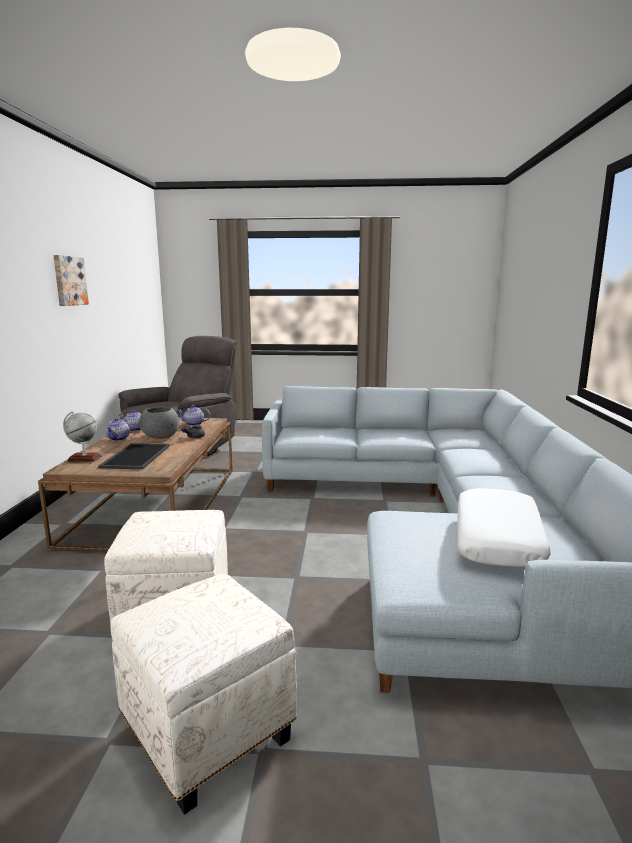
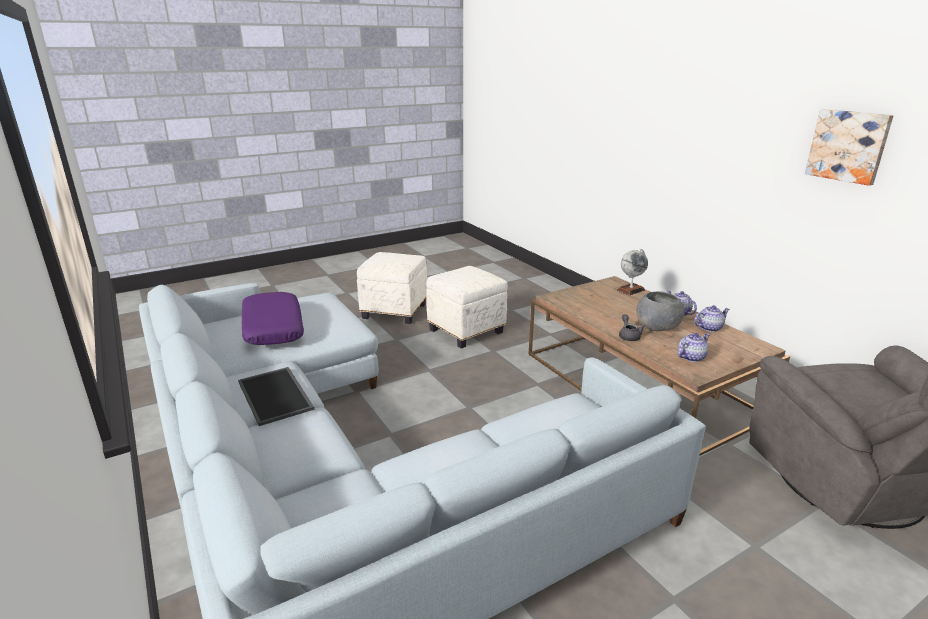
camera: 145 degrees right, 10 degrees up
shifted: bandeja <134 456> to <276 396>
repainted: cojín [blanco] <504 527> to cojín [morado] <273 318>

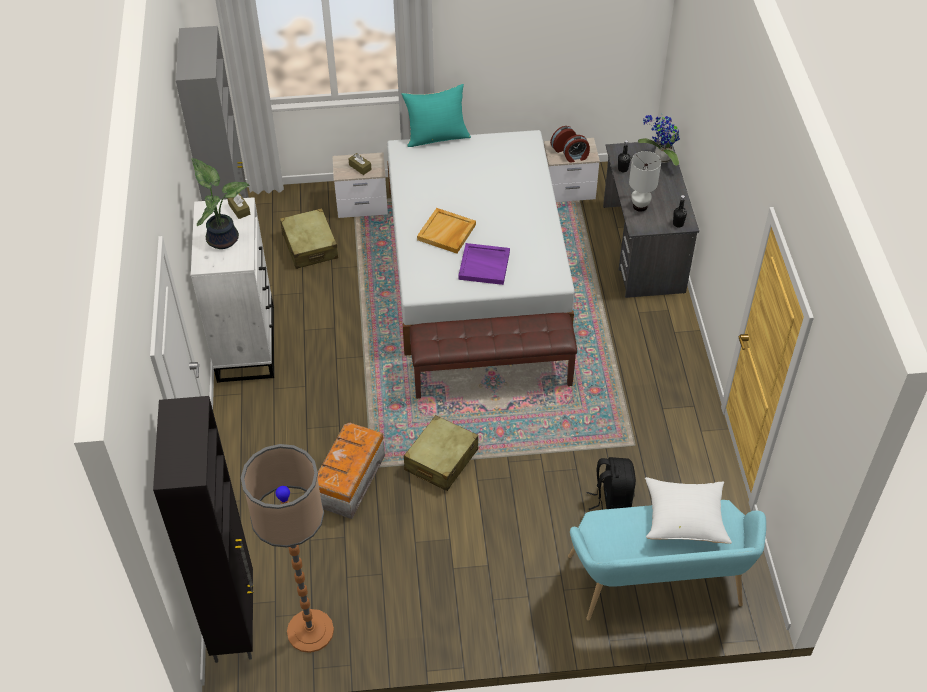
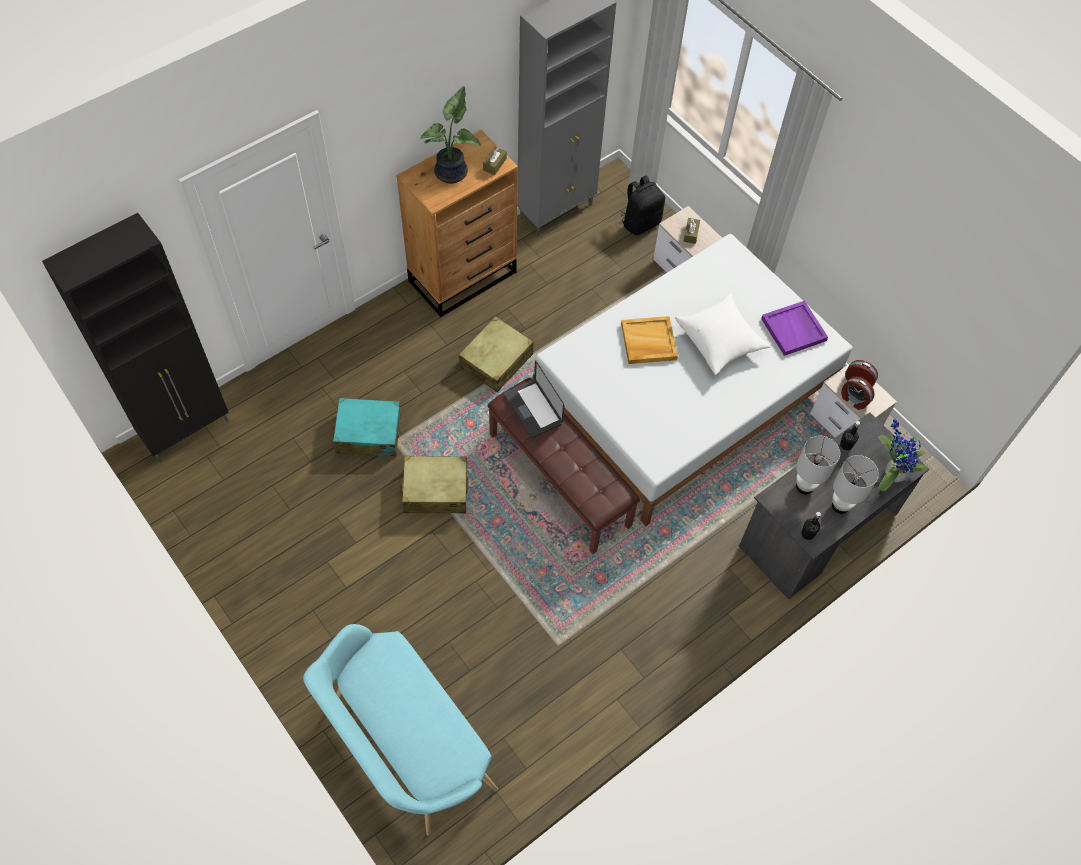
camera: 55 degrees right, 10 degrees up
gone: lámpara de pie <287 548>; cojín [turquesa] <436 115>
new: portátil <534 399>; lámpara de mesa [blanco] <855 484>
shifted: maleta [beis] <309 238> to <496 354>; mochila [negro] <611 483> to <643 205>; cojín [blanco] <688 510> to <723 334>; bandeja [morado] <484 264> to <794 328>
swapped: caja de almacenaje <351 471> to maleta [turquesa] <367 427>
repainted: cómoda [blanco] <232 290> to cómoda [marrón] <457 223>

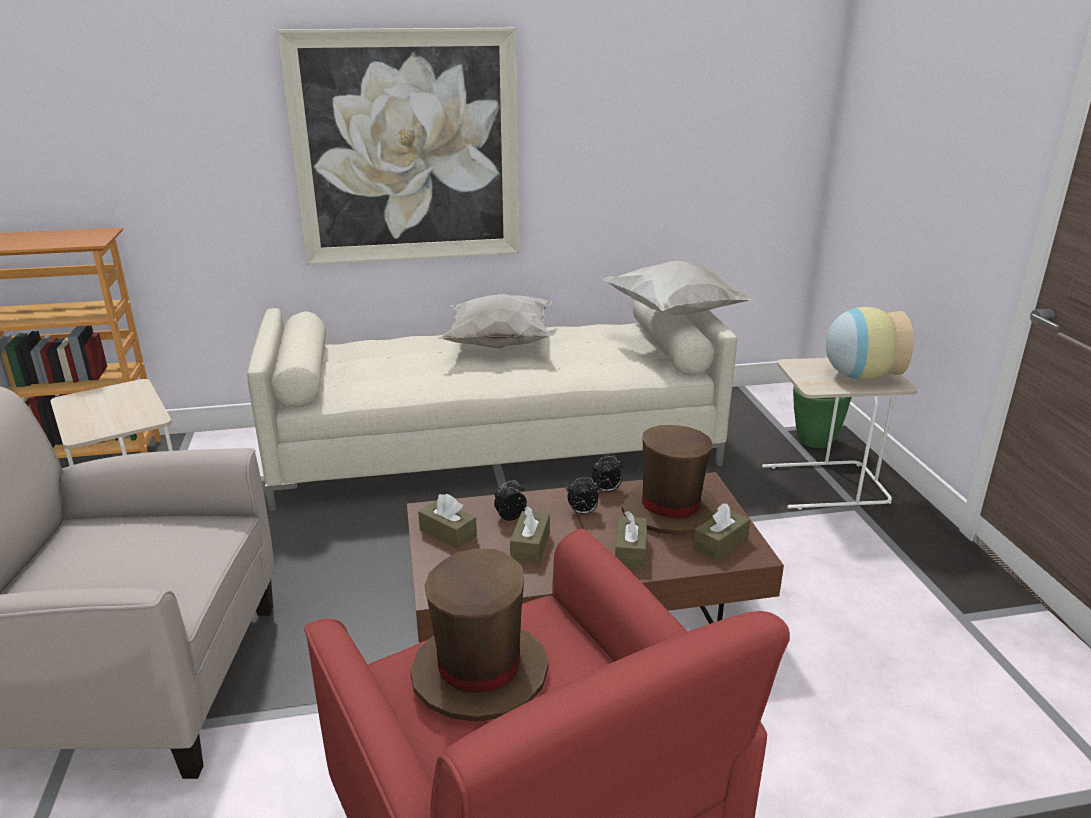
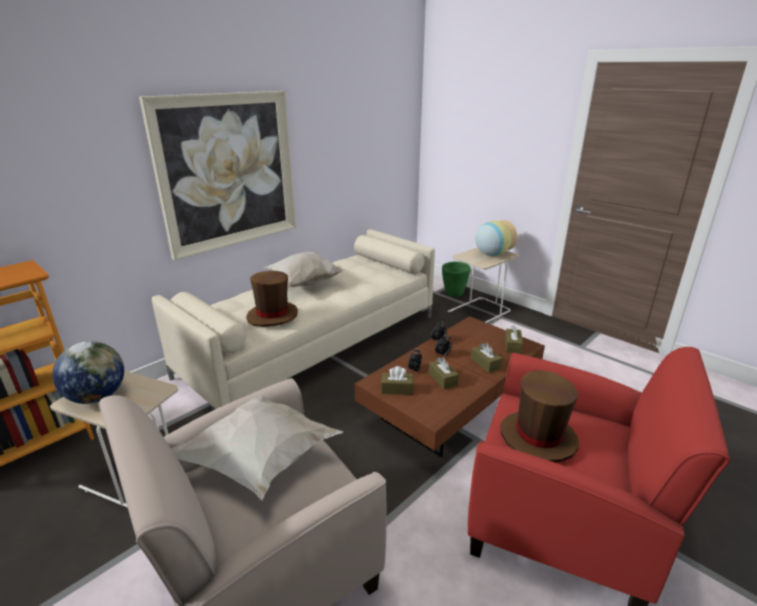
camera: 35 degrees left, 0 degrees up
new: globo terráqueo <88 372>
shifted: cojín [blanco] <678 288> to <257 448>; sombrero [marrón] <670 480> to <272 299>

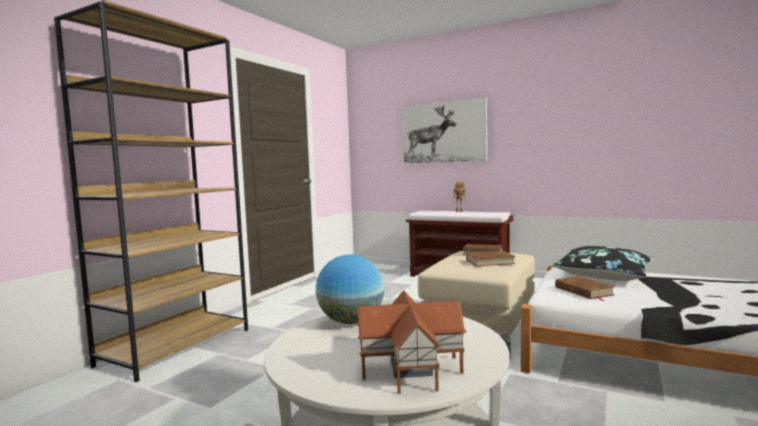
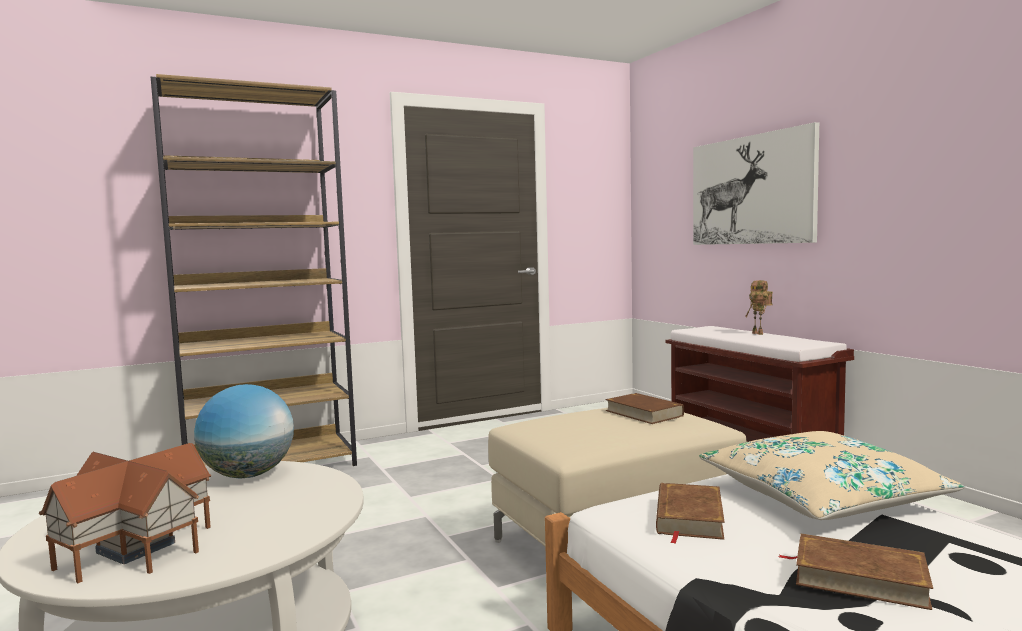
camera: 35 degrees right, 0 degrees up
shifted: libro [marrón] <489 258> to <855 572>
repainted: cojín [negro] <603 263> to cojín [beis] <832 475>

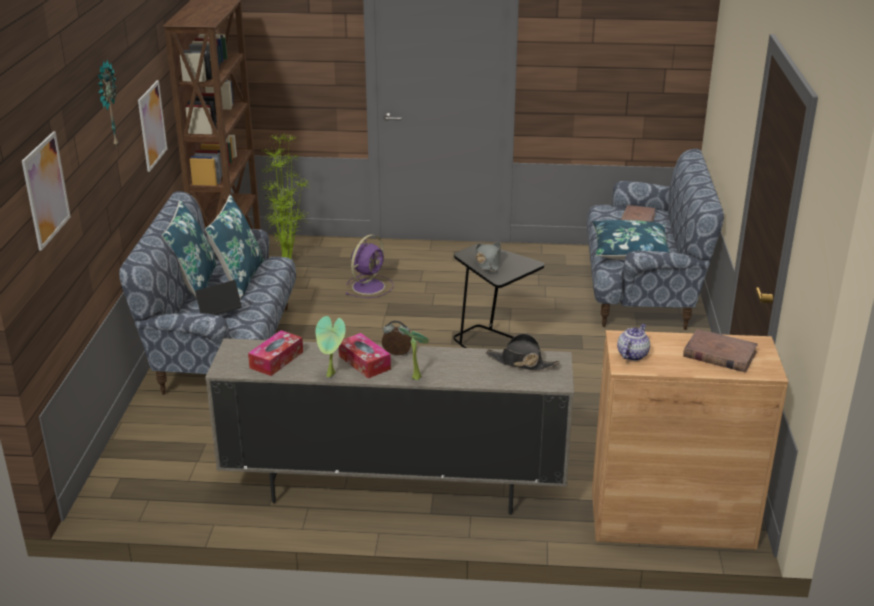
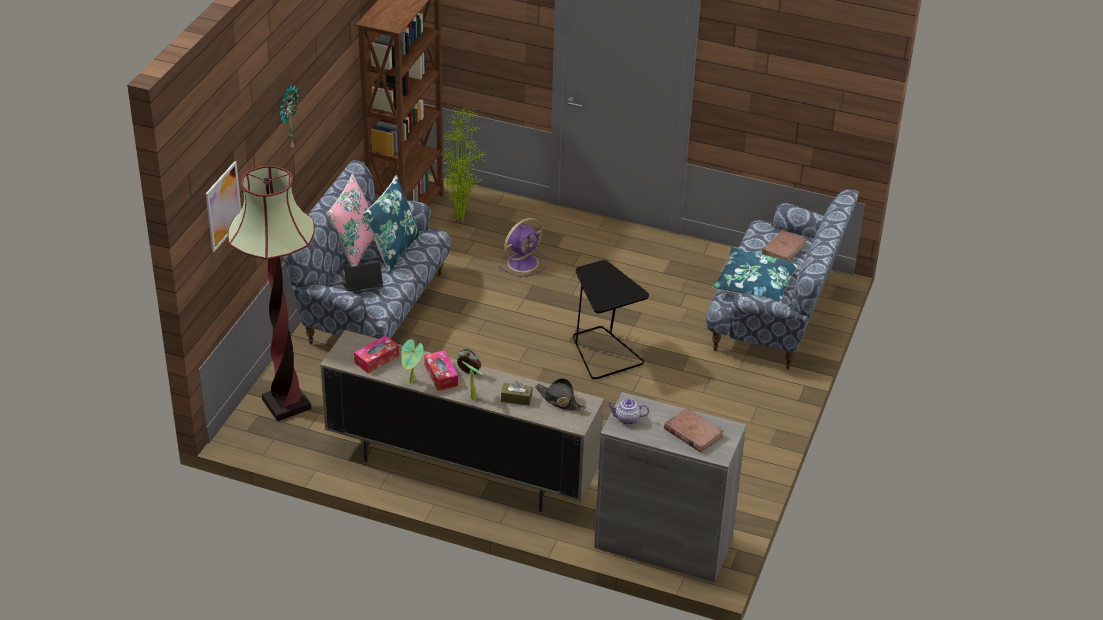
camera: 15 degrees right, 10 degrees up
gone: cuadro <152 126>; sombrero [gris] <488 256>
new: lámpara de pie <271 293>; caja de pañuelos [marrón] <516 393>
repainted: cojín [azul] <189 249> to cojín [rosa] <350 220>; armario [marrón] <690 440> to armario [gris] <670 487>
rotated: tetera <633 342> = <628 412> 135 degrees counterclockwise

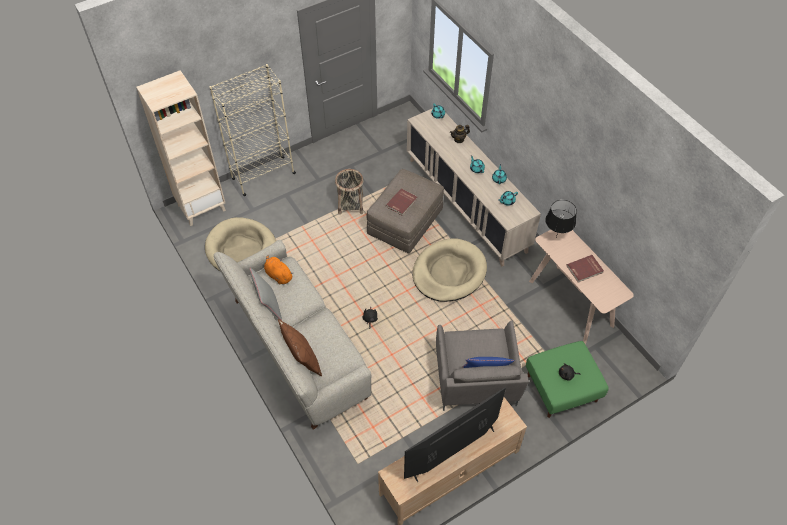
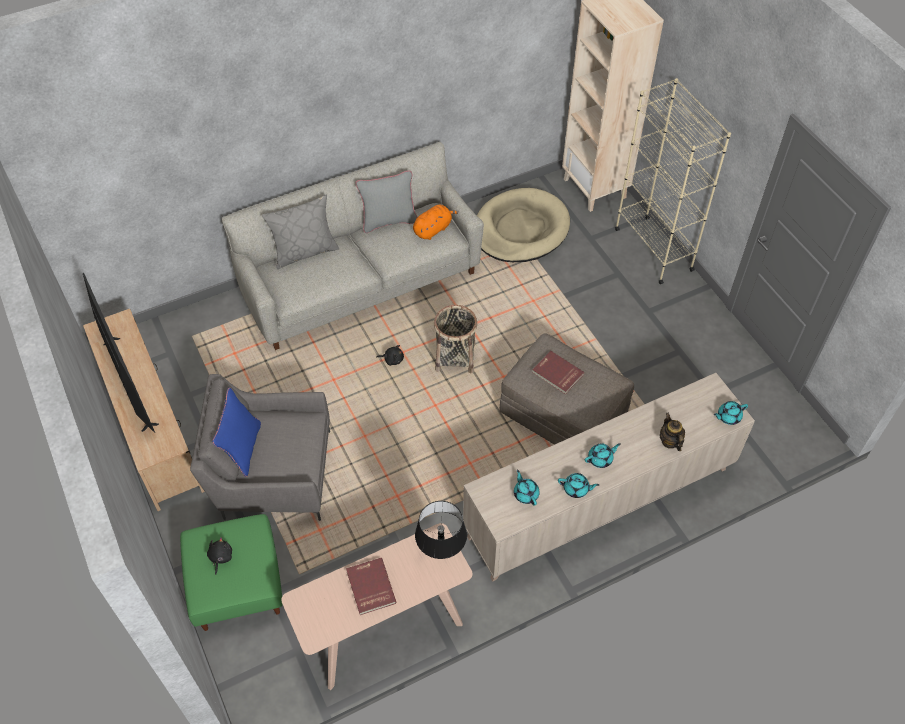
camera: 95 degrees right, 0 degrees up
gone: cama para perro [beis] <450 270>
shifted: cesta <349 192> to <455 339>
repainted: cojín [marrón] <300 347> to cojín [gris] <300 232>

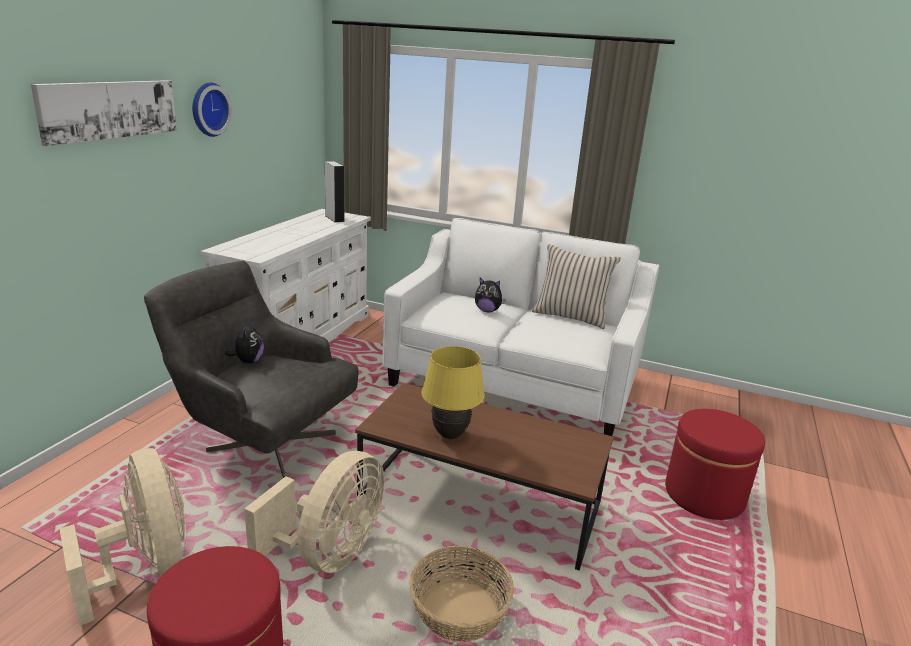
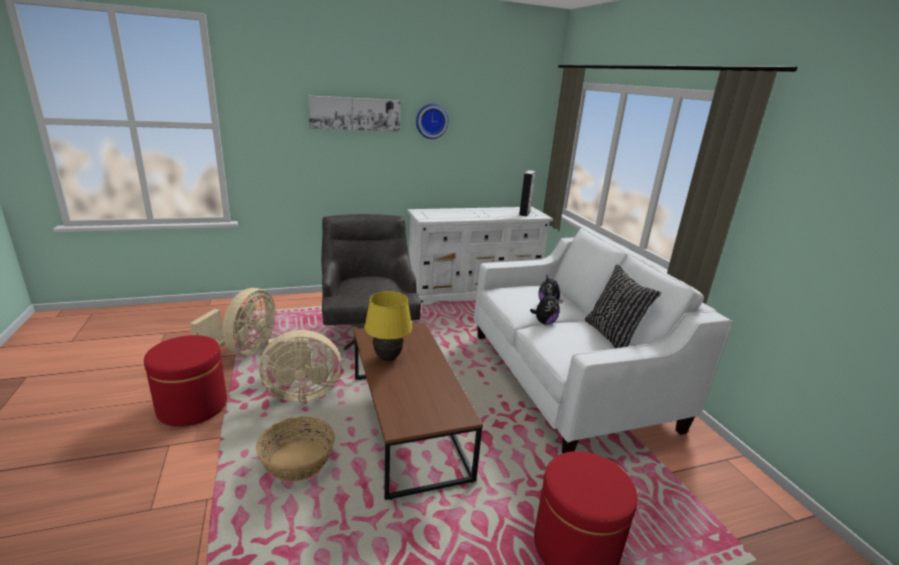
camera: 50 degrees right, 0 degrees up
shifted: peluche <244 342> to <545 308>
repainted: cojín [beis] <576 286> to cojín [negro] <623 306>

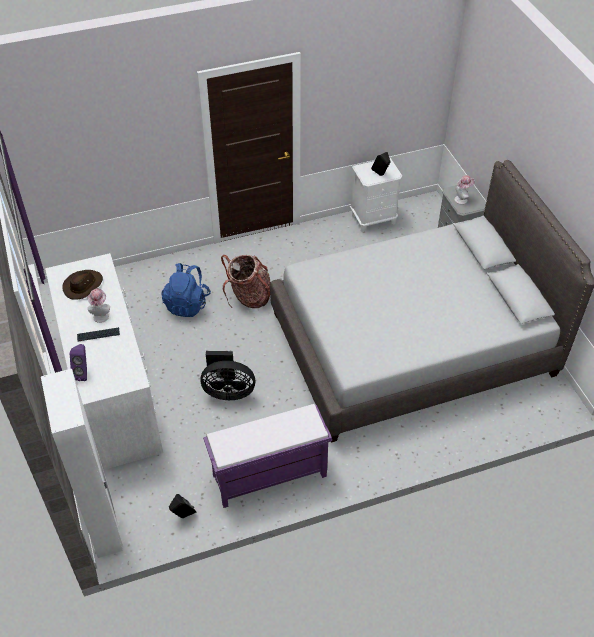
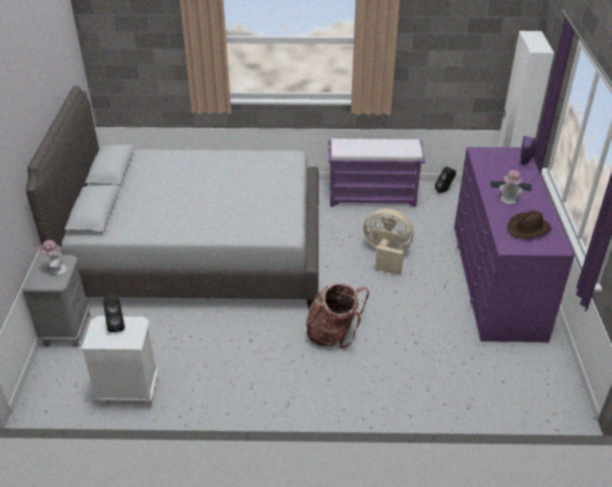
camera: 160 degrees left, 10 degrees down
gone: mochila [azul] <186 290>
repainted: ventilador [negro] <228 375> to ventilador [beis] <388 241>; cómoda [blanco] <104 361> to cómoda [morado] <514 244>

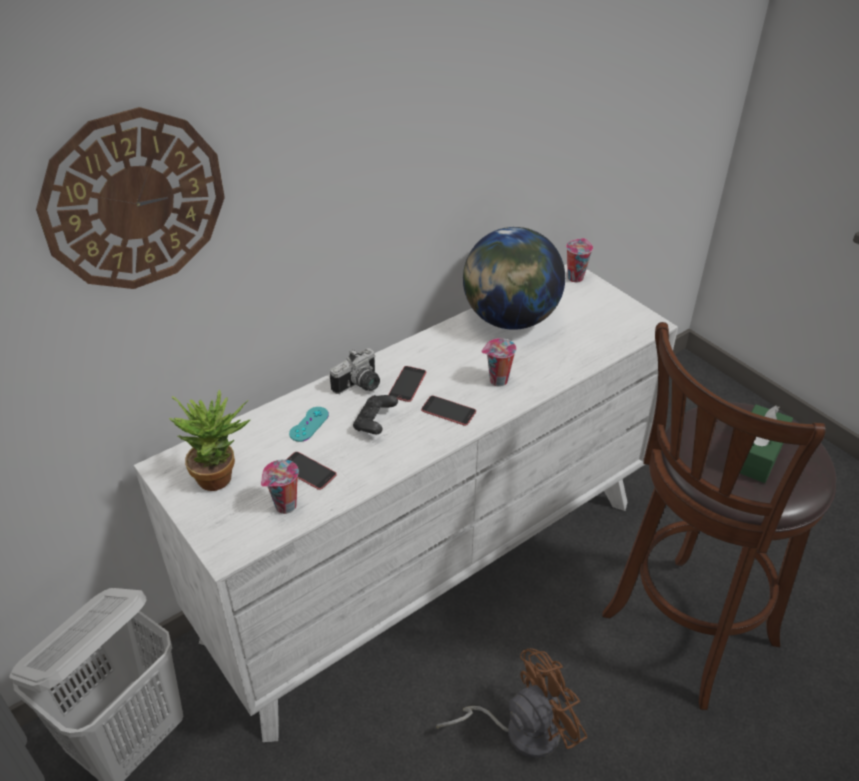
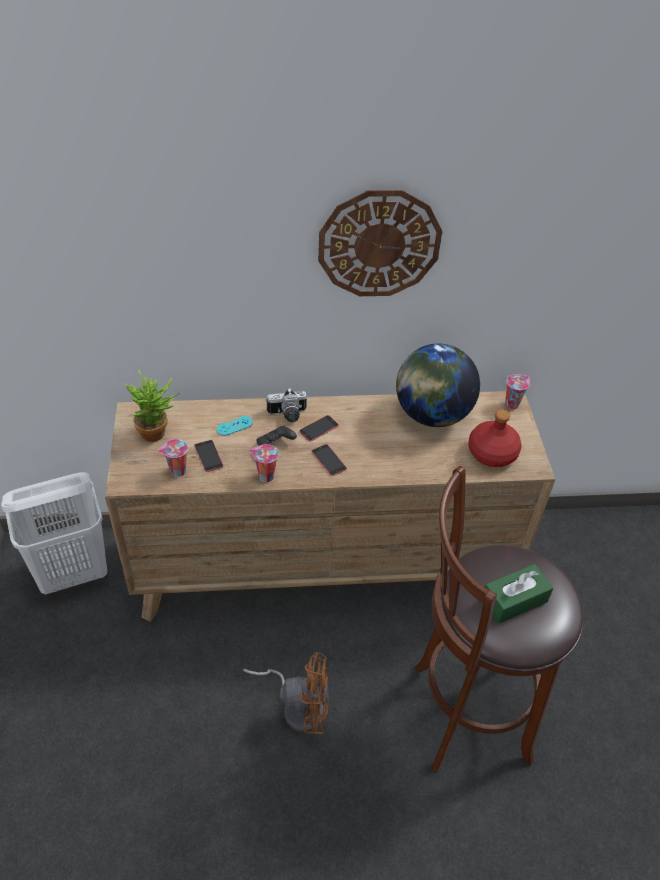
camera: 30 degrees right, 5 degrees up
new: botella [rojo] <495 438>
shifted: taza <498 362> to <264 463>; reloj de pared <130 198> to <380 243>
repainted: cómoda [blanco] <406 503> to cómoda [marrón] <330 506>

